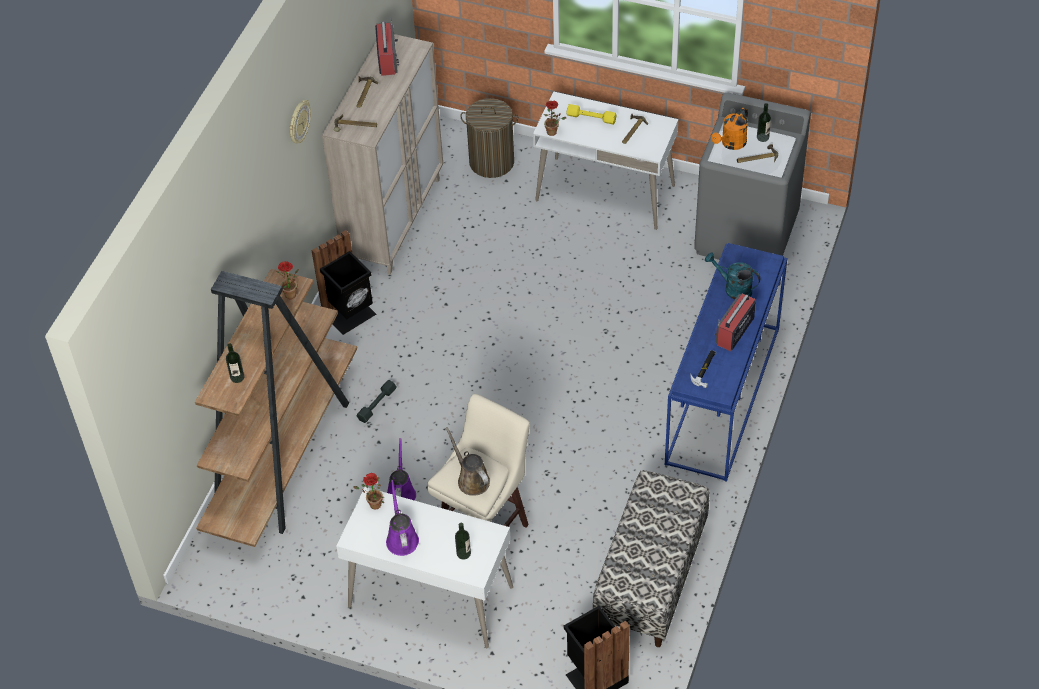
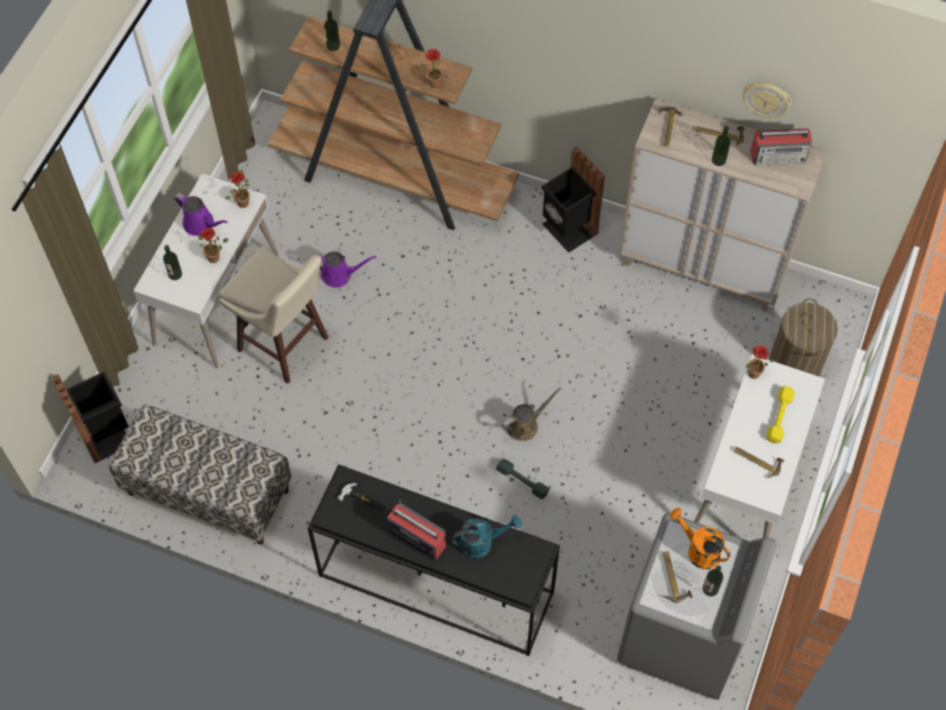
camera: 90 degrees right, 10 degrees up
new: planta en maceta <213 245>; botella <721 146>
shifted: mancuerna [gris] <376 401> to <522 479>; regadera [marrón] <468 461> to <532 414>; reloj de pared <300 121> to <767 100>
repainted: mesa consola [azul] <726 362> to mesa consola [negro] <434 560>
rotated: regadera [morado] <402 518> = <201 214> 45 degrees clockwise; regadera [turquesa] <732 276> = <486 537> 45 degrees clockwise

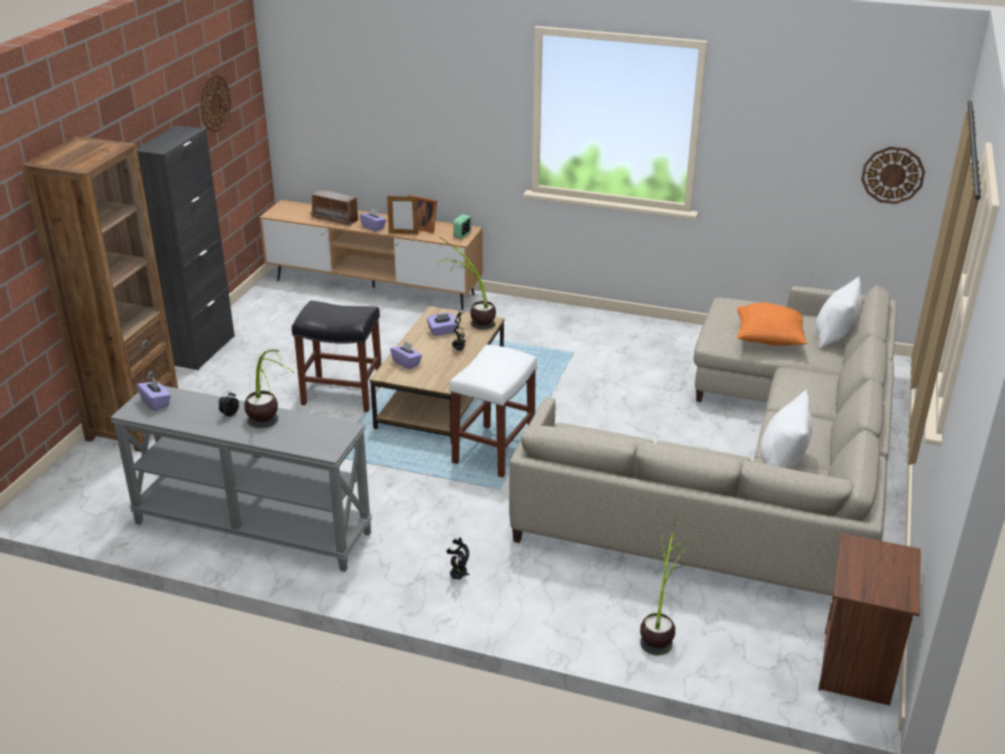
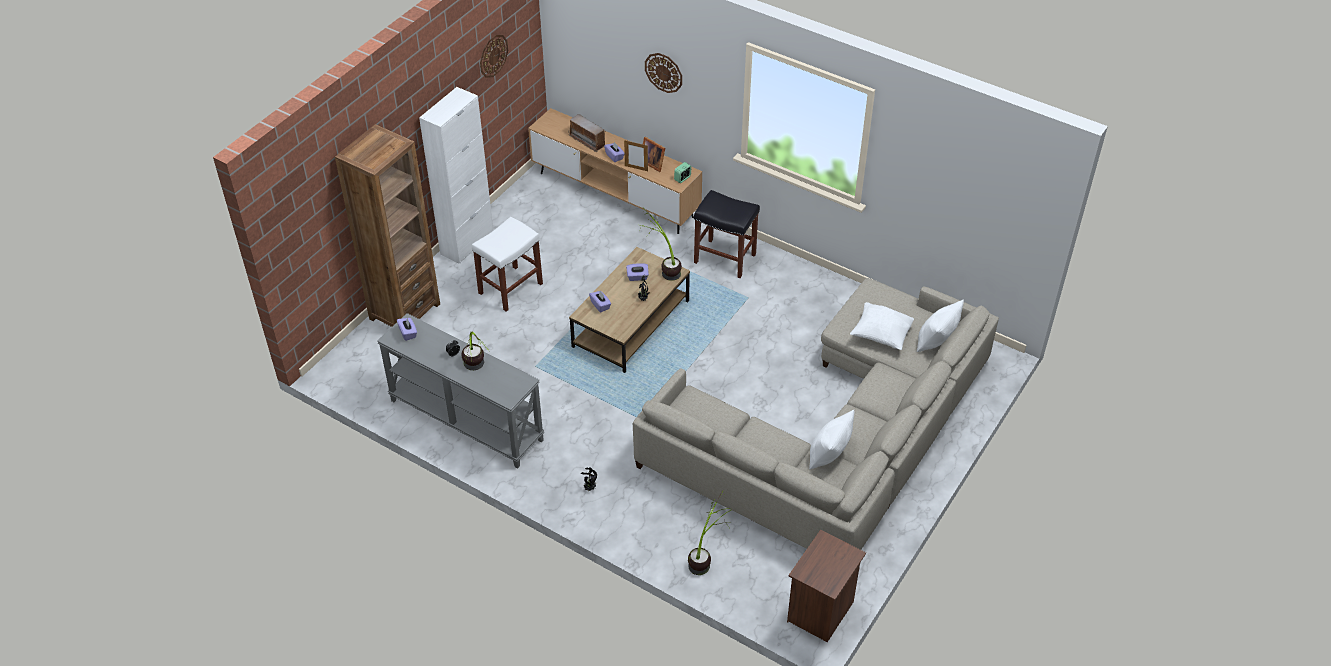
camera: 15 degrees right, 15 degrees up
shifted: taburete [blanco] <493 411> to <507 264>; reloj de pared <893 175> to <663 73>; taburete [negro] <337 356> to <727 234>
repainted: armario [negro] <186 247> to armario [blanco] <456 175>; cojín [naranja] <772 324> to cojín [blanco] <882 326>

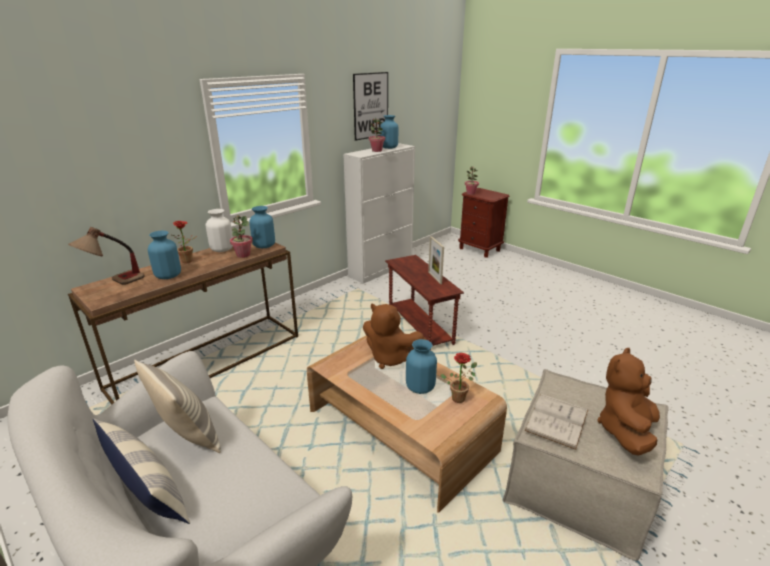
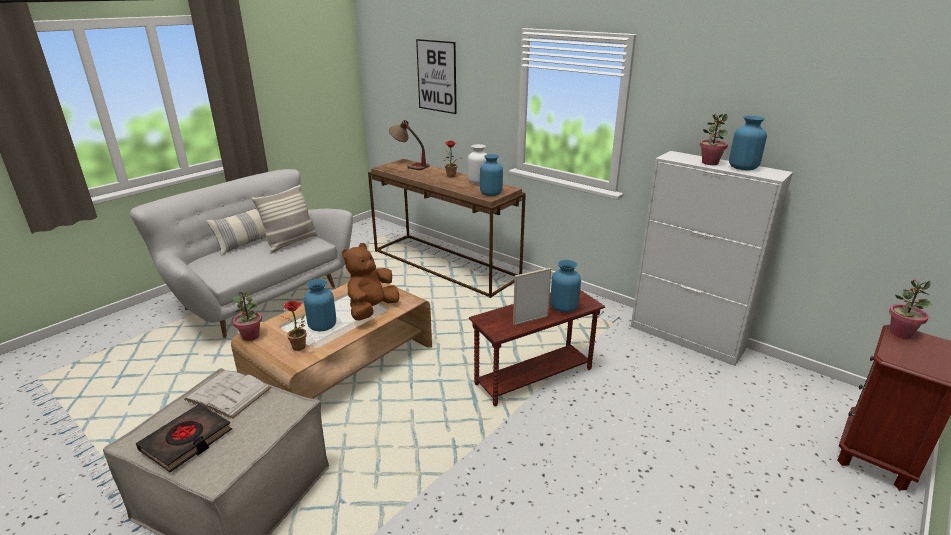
camera: 85 degrees right, 0 degrees up
shifted: planta en maceta <241 236> to <247 316>; cuadro <370 106> to <436 76>; florero [azul] <164 255> to <565 286>
swapped: peluche [marrón] <628 401> to libro [negro] <184 438>

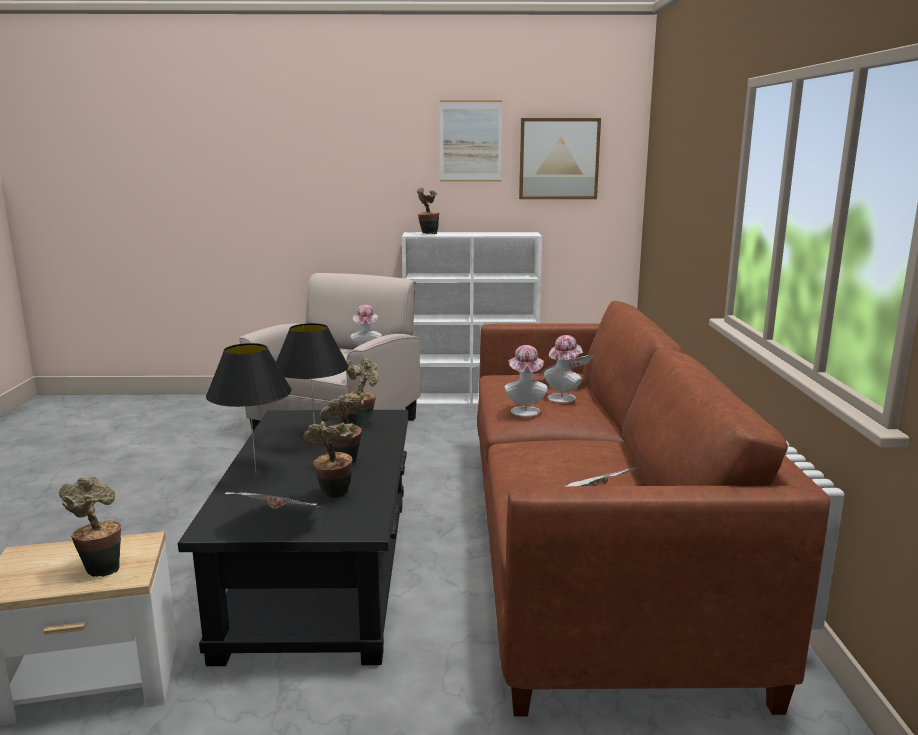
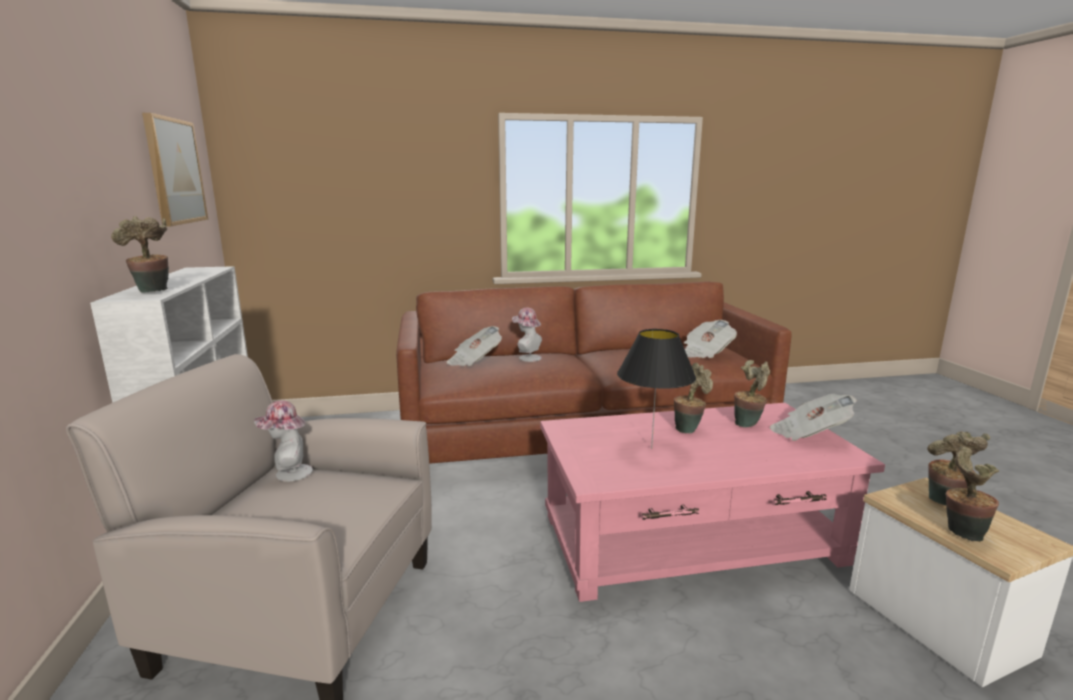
camera: 100 degrees left, 0 degrees up
gone: lámpara de mesa [negro] <249 408>; cuadro <471 141>; sombrero <526 381>
shifted: planta en maceta <362 392> to <972 494>
repainted: mesa de centro [negro] <293 538> to mesa de centro [rosa] <712 502>

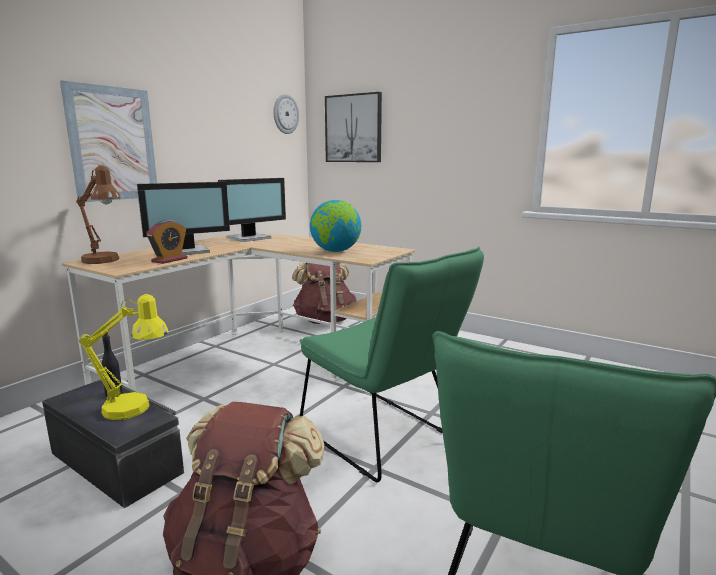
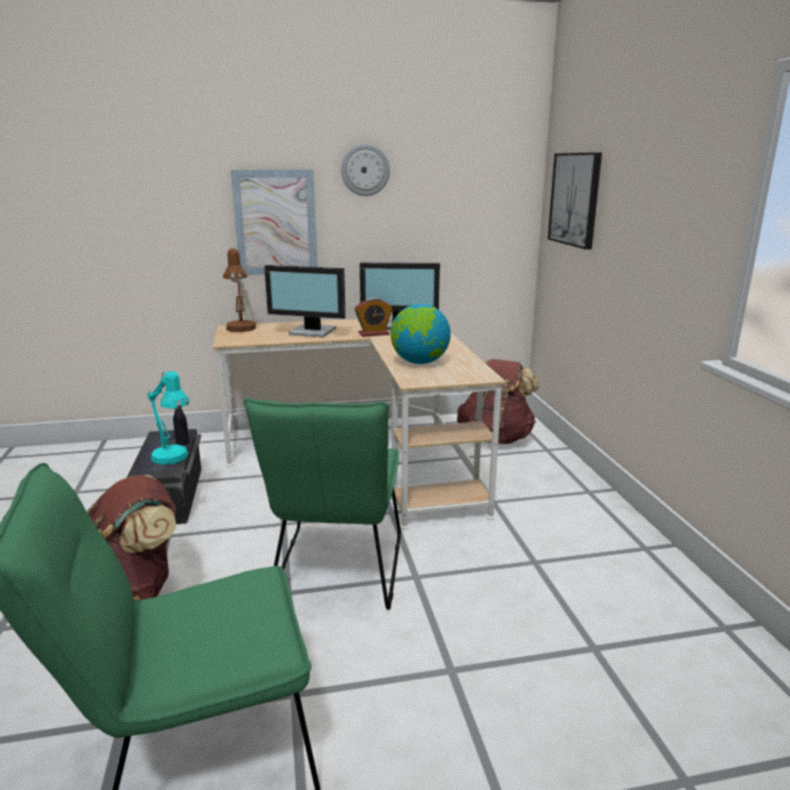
camera: 45 degrees right, 5 degrees up
shifted: reloj de pared <286 114> to <365 170>; despertador <167 242> to <374 317>
repainted: lámpara de mesa [amarillo] <124 357> to lámpara de mesa [turquesa] <168 418>

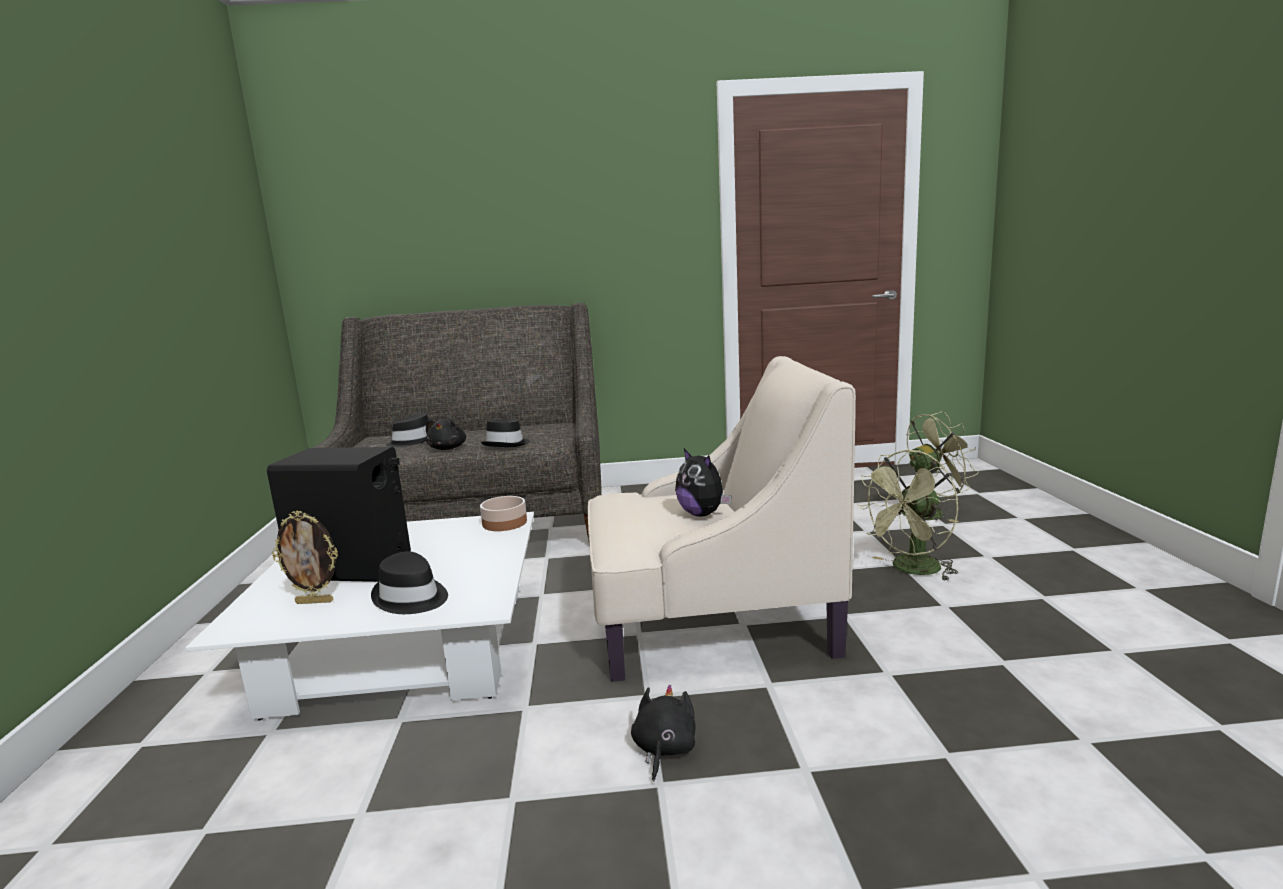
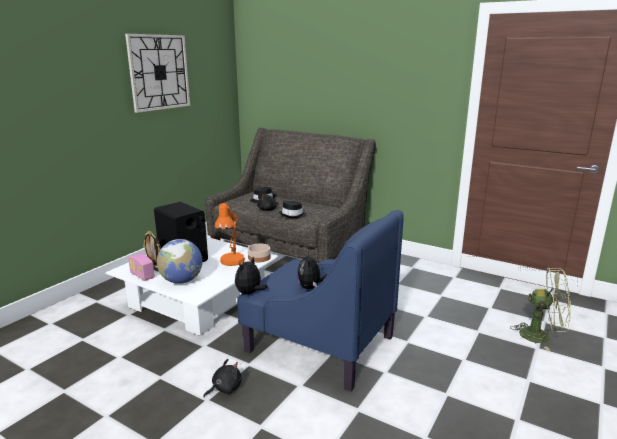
camera: 35 degrees right, 5 degrees up
gone: ventilador [verde] <907 515>
new: reloj de pared <157 73>; radio <141 267>; lámpara de mesa [naranja] <230 234>; peluche <251 275>
swapped: sombrero [negro] <409 582> to globo terráqueo <179 261>
repainted: sillón [beis] <722 519> to sillón [azul] <320 301>

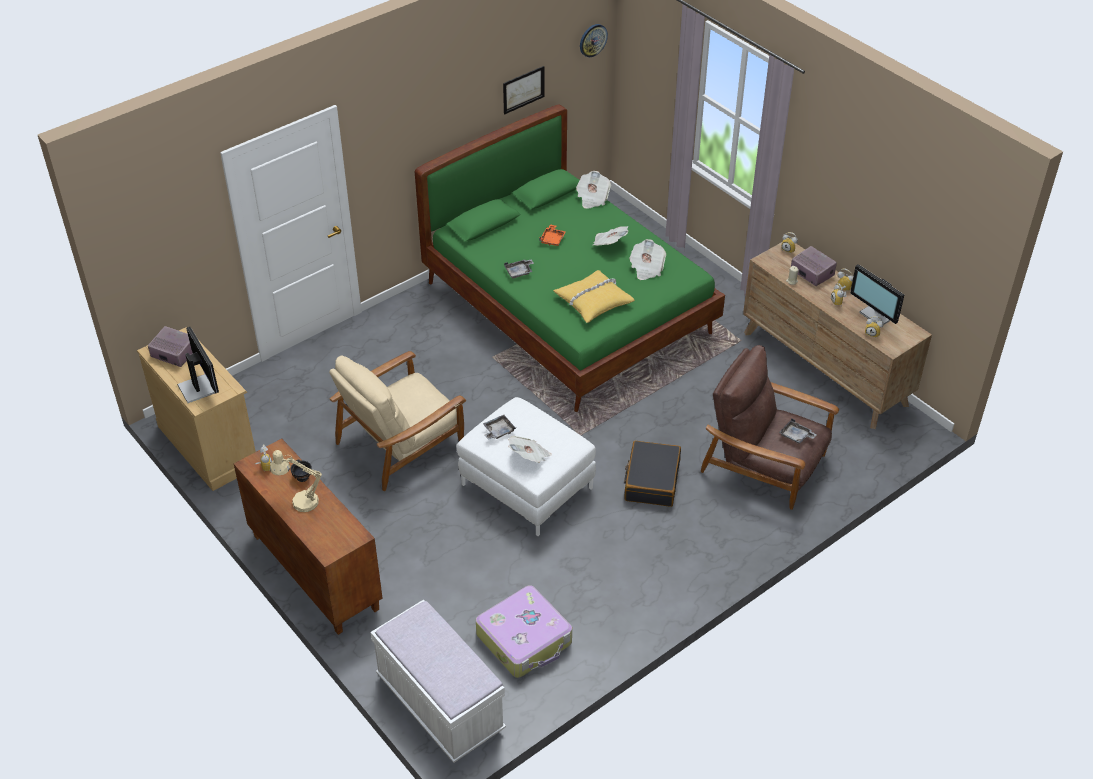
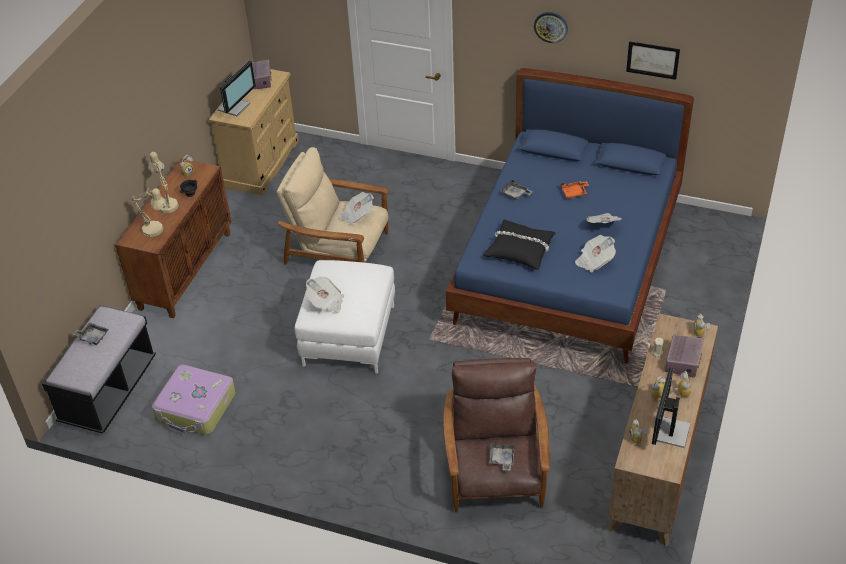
camera: 60 degrees right, 0 degrees up
gone: maleta [negro] <652 474>
new: lámpara de mesa [beis] <149 212>
shifted: bandeja [gris] <499 427> to <91 334>; periódico <593 190> to <356 208>; reloj de pared <594 40> to <551 27>
repainted: banco [blanco] <438 681> to banco [negro] <99 369>; cama [verde] <570 258> to cama [azul] <570 215>; cojín [amarillo] <594 296> to cojín [negro] <519 244>

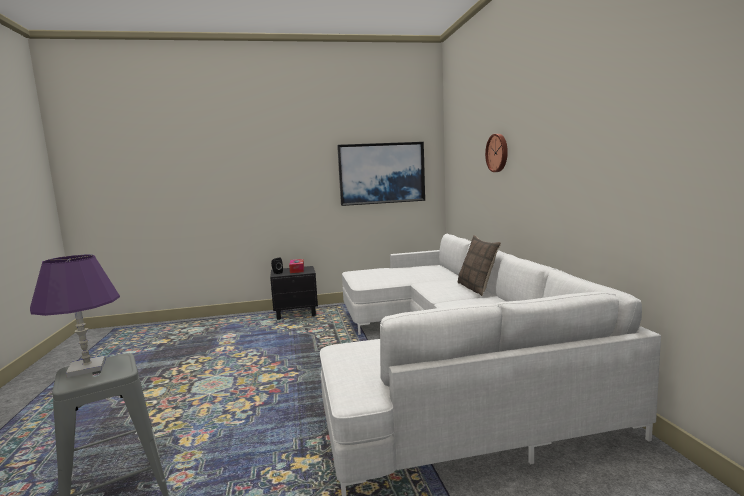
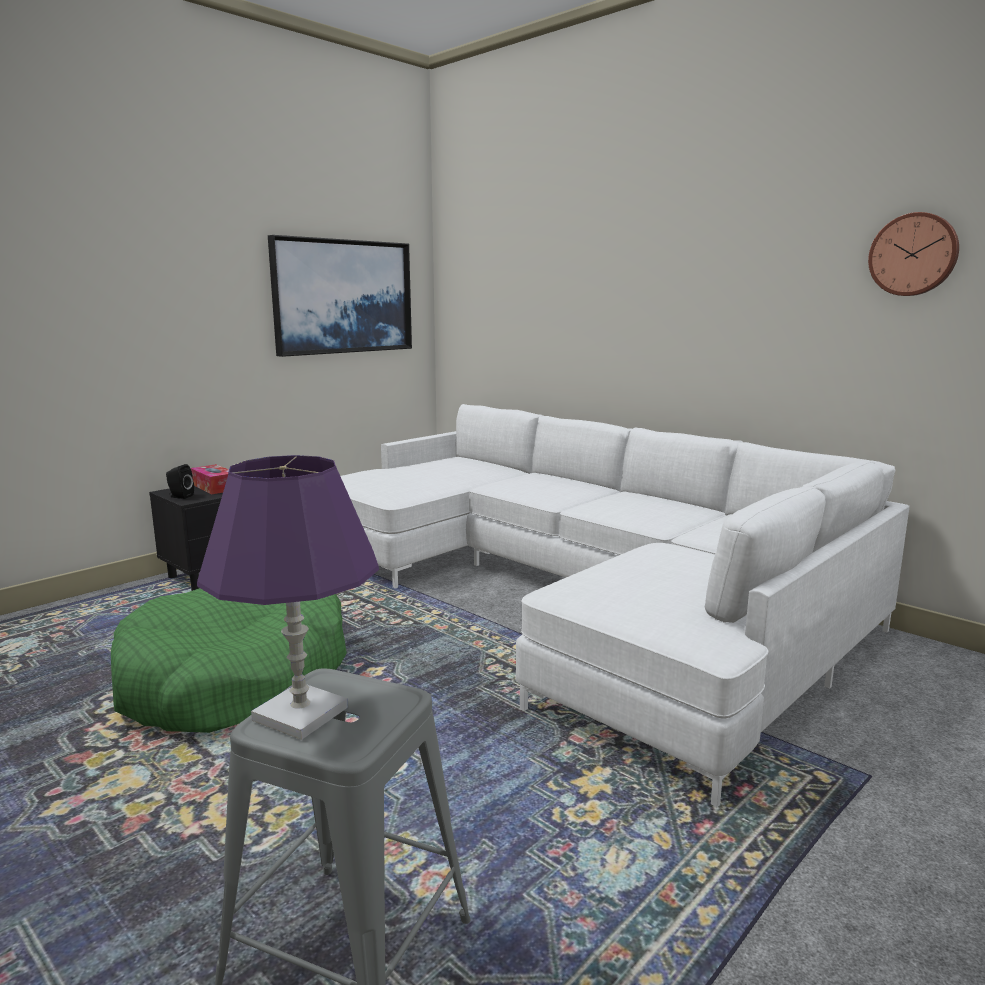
camera: 35 degrees left, 5 degrees up
gone: cojín <479 265>
new: cama para perro [verde] <229 660>
shifted: reloj de pared <496 153> to <913 254>

